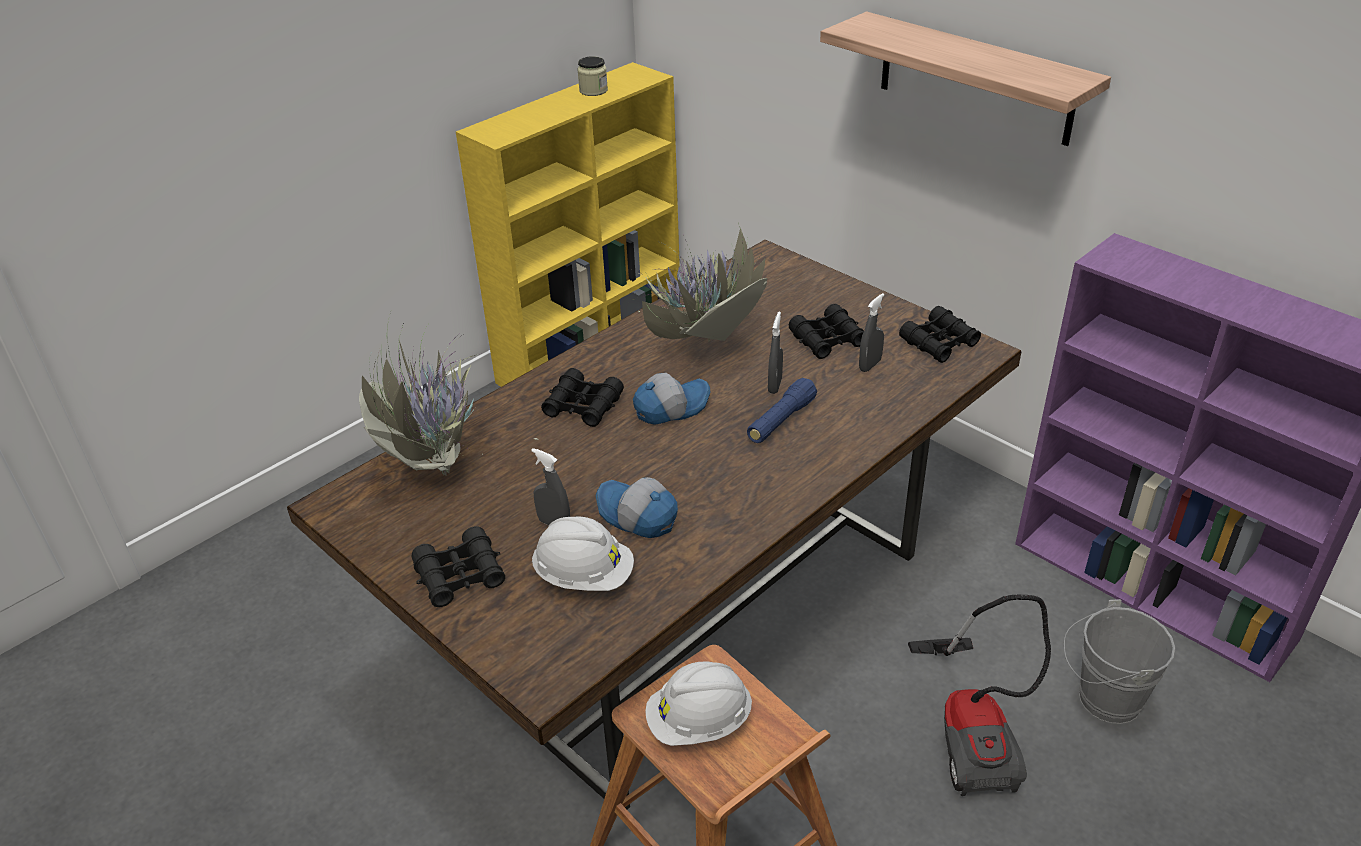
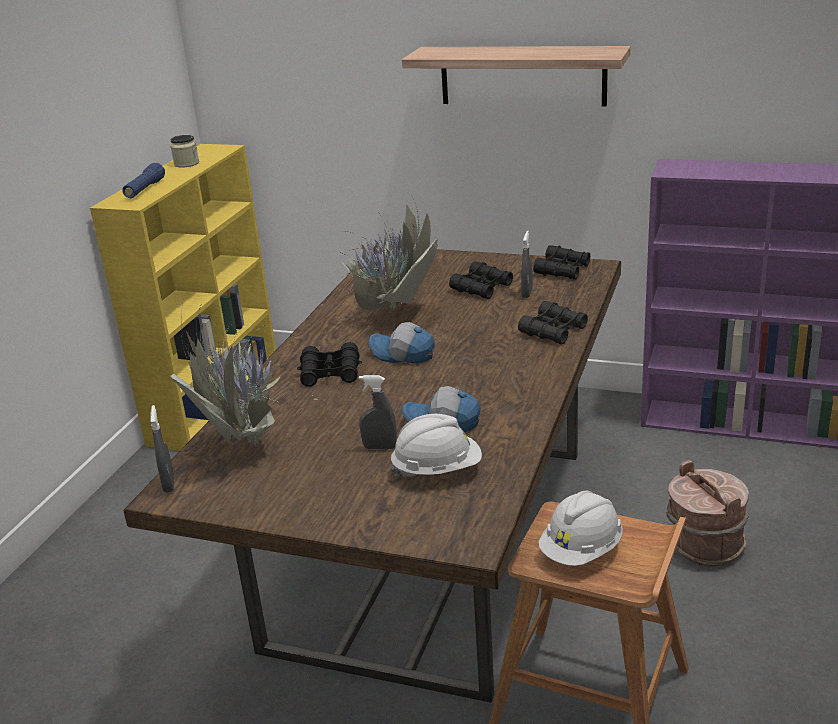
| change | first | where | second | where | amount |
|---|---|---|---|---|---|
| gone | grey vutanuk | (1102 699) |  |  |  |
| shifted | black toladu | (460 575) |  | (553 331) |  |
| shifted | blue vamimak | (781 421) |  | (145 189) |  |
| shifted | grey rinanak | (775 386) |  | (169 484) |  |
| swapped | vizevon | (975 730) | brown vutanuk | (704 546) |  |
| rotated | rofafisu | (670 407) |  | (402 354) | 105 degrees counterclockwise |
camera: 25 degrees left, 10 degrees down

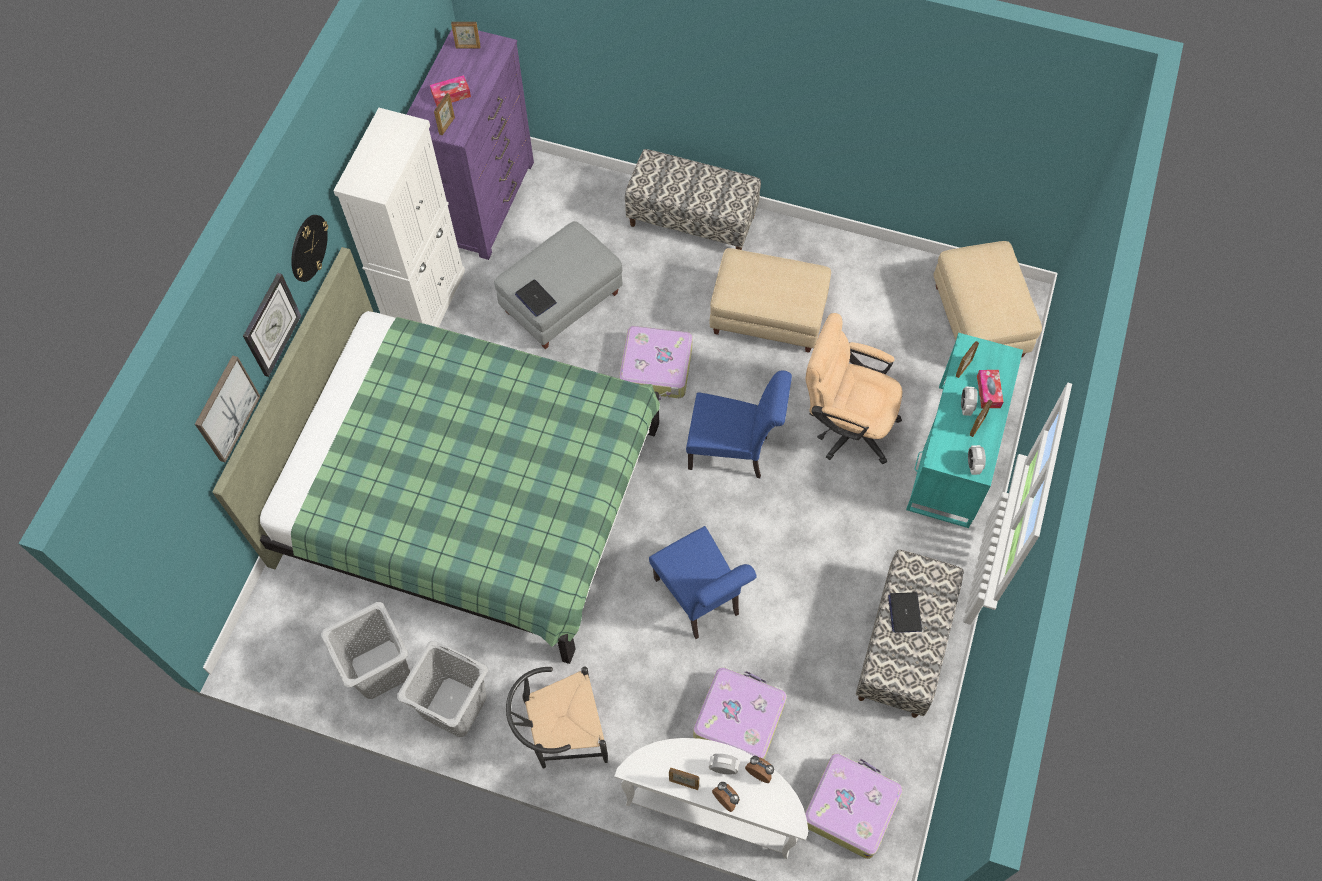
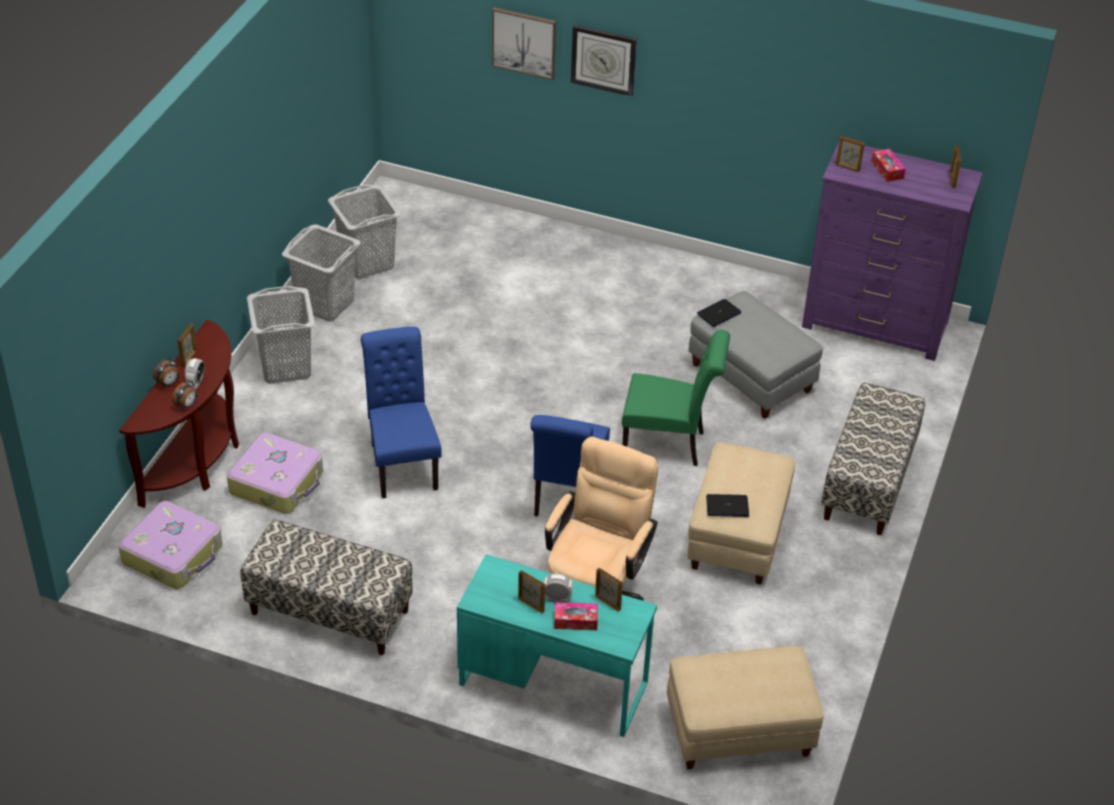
| change | first | where | second | where | amount |
|---|---|---|---|---|---|
| gone | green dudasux | (470 495) |  |  |  |
| gone | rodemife | (308 248) |  |  |  |
| gone | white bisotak | (426 301) |  |  |  |
| gone | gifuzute | (973 465) |  |  |  |
| shifted | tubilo | (904 612) |  | (727 506) |  |
| swapped | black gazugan | (561 735) | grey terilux | (286 366) |  |
| swapped | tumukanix | (656 369) | green gazugan | (669 444) |  |
| repainted | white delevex | (713 807) | brown delevex | (197 460) |  |
| rotated | blue gazugan | (700 600) |  | (402 463) | 105 degrees clockwise |
camera: 90 degrees right, 20 degrees down

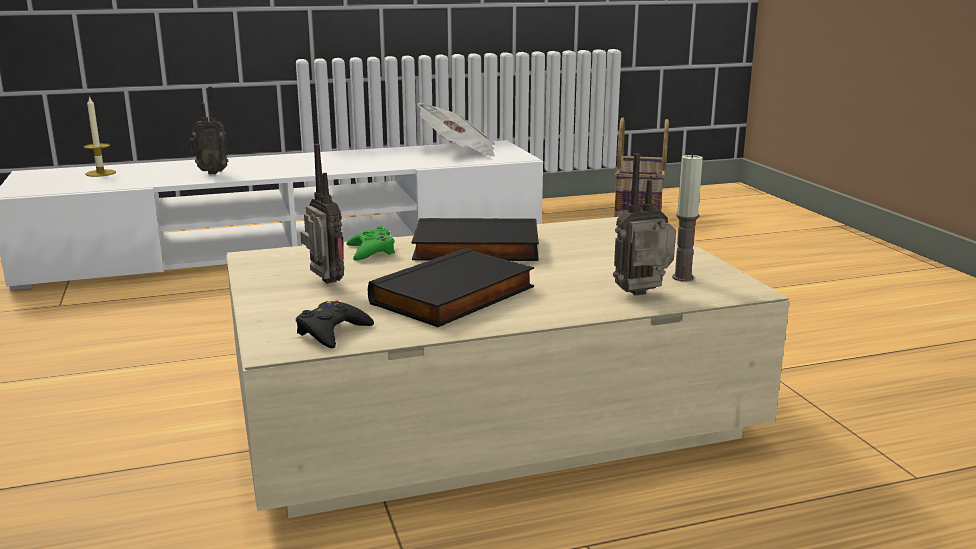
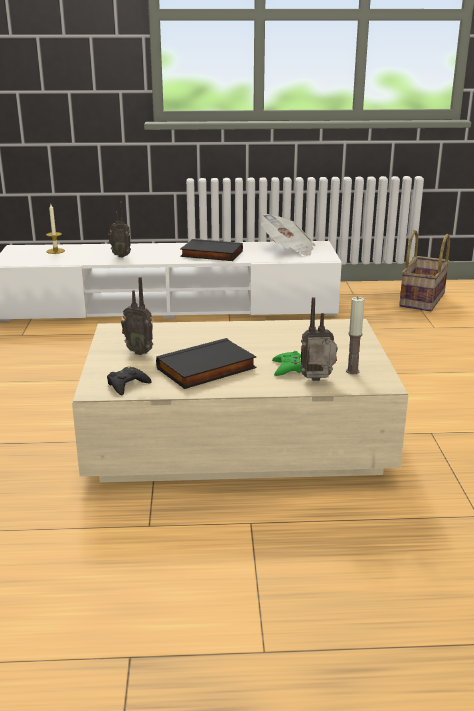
| change | first | where | second | where | amount |
|---|---|---|---|---|---|
| shifted | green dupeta | (371 251) |  | (287 368) |  |
| shifted | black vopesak | (475 249) |  | (211 254) |  |
| rotated | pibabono | (324 283) |  | (140 351) | 135 degrees clockwise |
camera: 15 degrees right, 5 degrees up

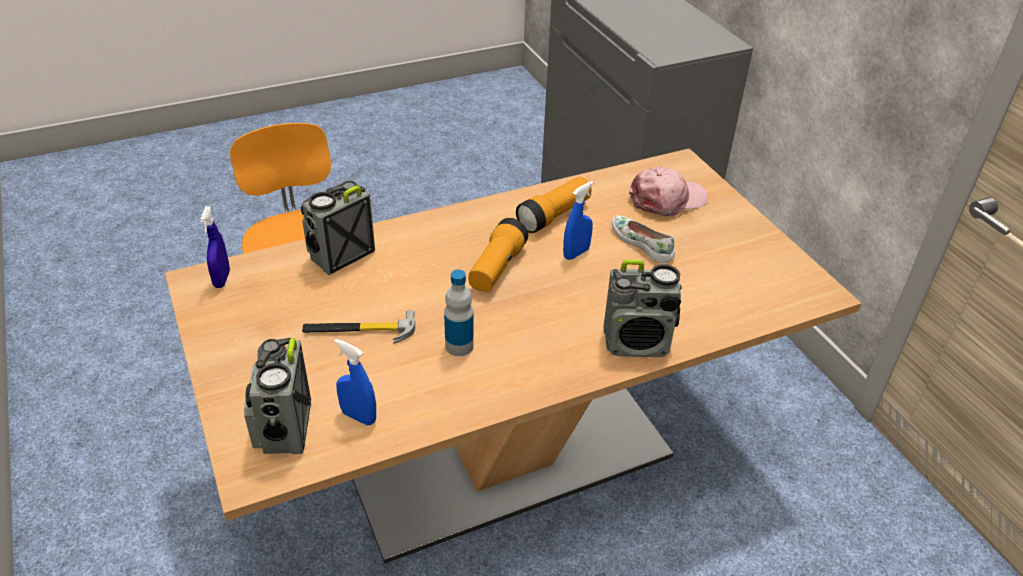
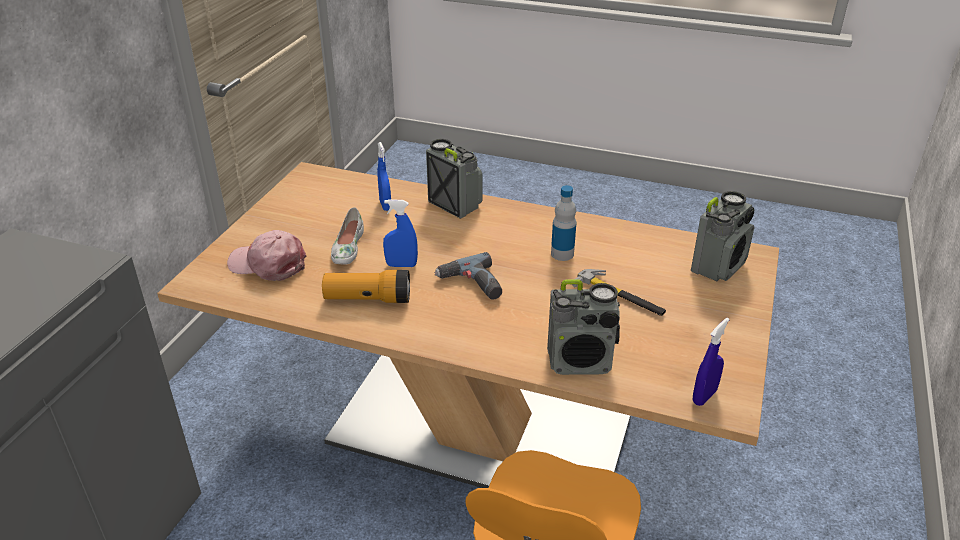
| change | first | where | second | where | amount |
|---|---|---|---|---|---|
| shifted | blue rinanak | (358 416) |  | (385 205) |  |
| swapped | vamimak | (497 268) | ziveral | (471 285) |  |
camera: 135 degrees left, 5 degrees down

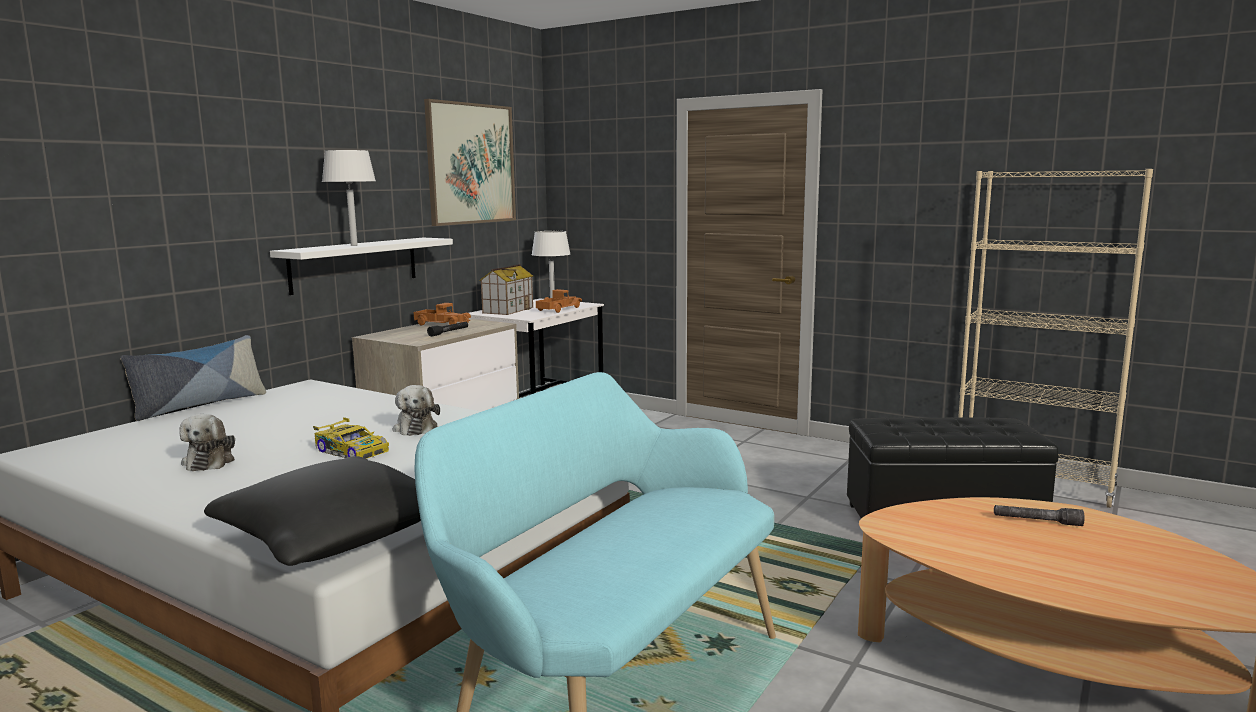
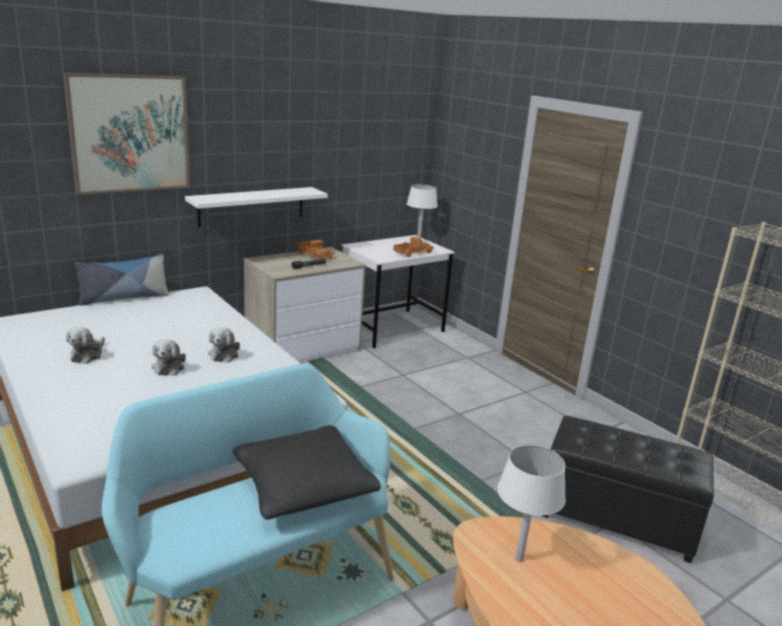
| change | first | where | second | where | amount |
|---|---|---|---|---|---|
| gone | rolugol | (508 310) |  |  |  |
| gone | grey vamimak | (1036 521) |  |  |  |
| shifted | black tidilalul | (333 537) |  | (303 486) |  |
| shifted | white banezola | (354 245) |  | (519 559) |  |
| shifted | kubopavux | (471 164) |  | (130 134) |  |
| swapped | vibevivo | (351 451) | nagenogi | (169 367) |  |
camera: 20 degrees right, 10 degrees up

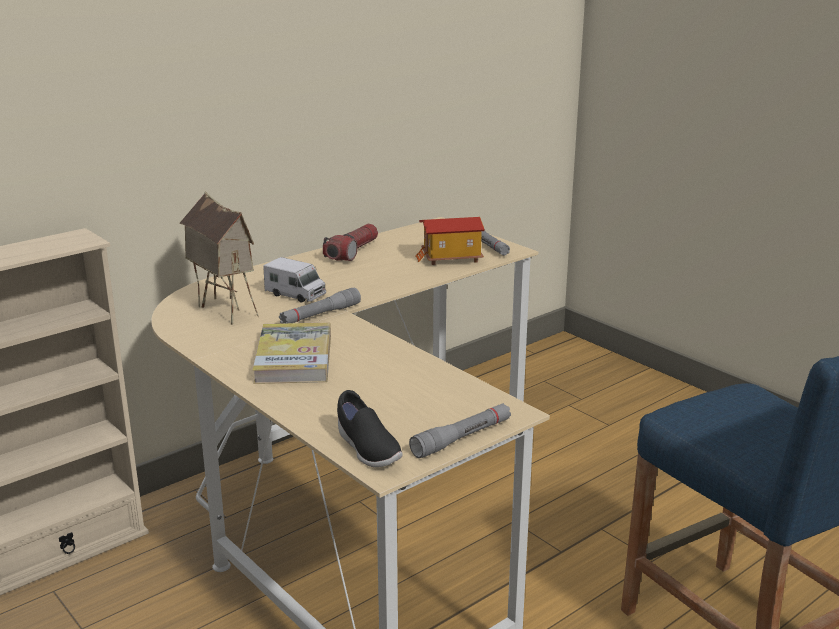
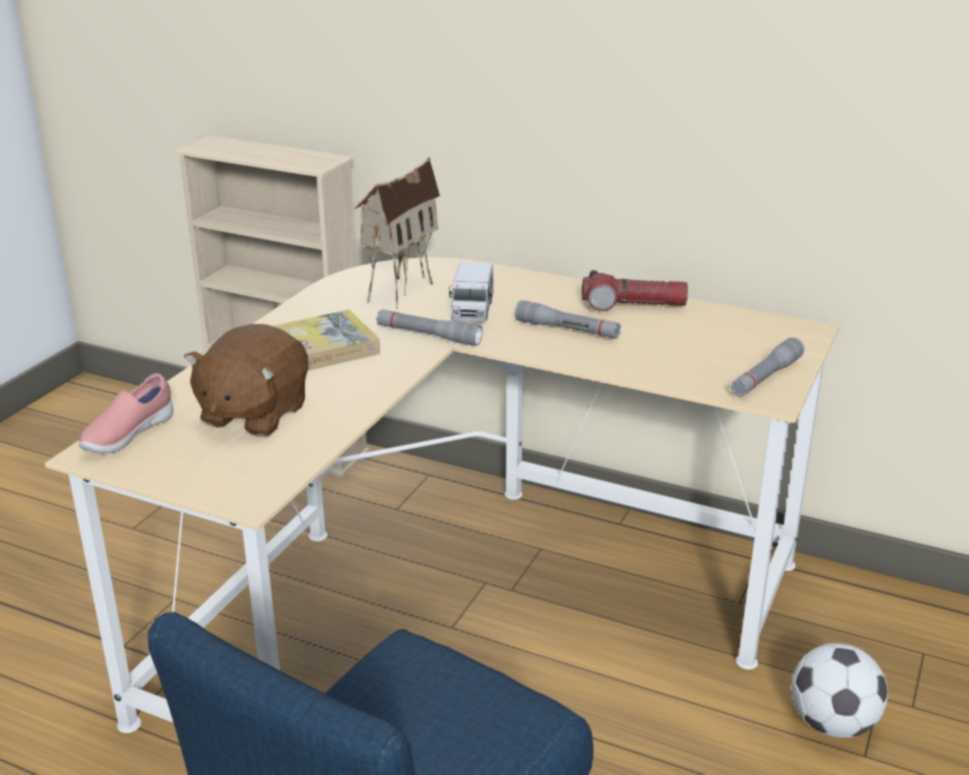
| change | first | where | second | where | amount |
|---|---|---|---|---|---|
| gone | rolugol | (451 258) |  |  |  |
| new |  |  | brown nagenogi | (253 414) |  |
| new |  |  | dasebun | (832 724) |  |
| shifted | grey vamimak | (462 438) |  | (567 330) |  |
| repainted | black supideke | (367 449) | pink supideke | (127 435) |  |
camera: 65 degrees right, 5 degrees up

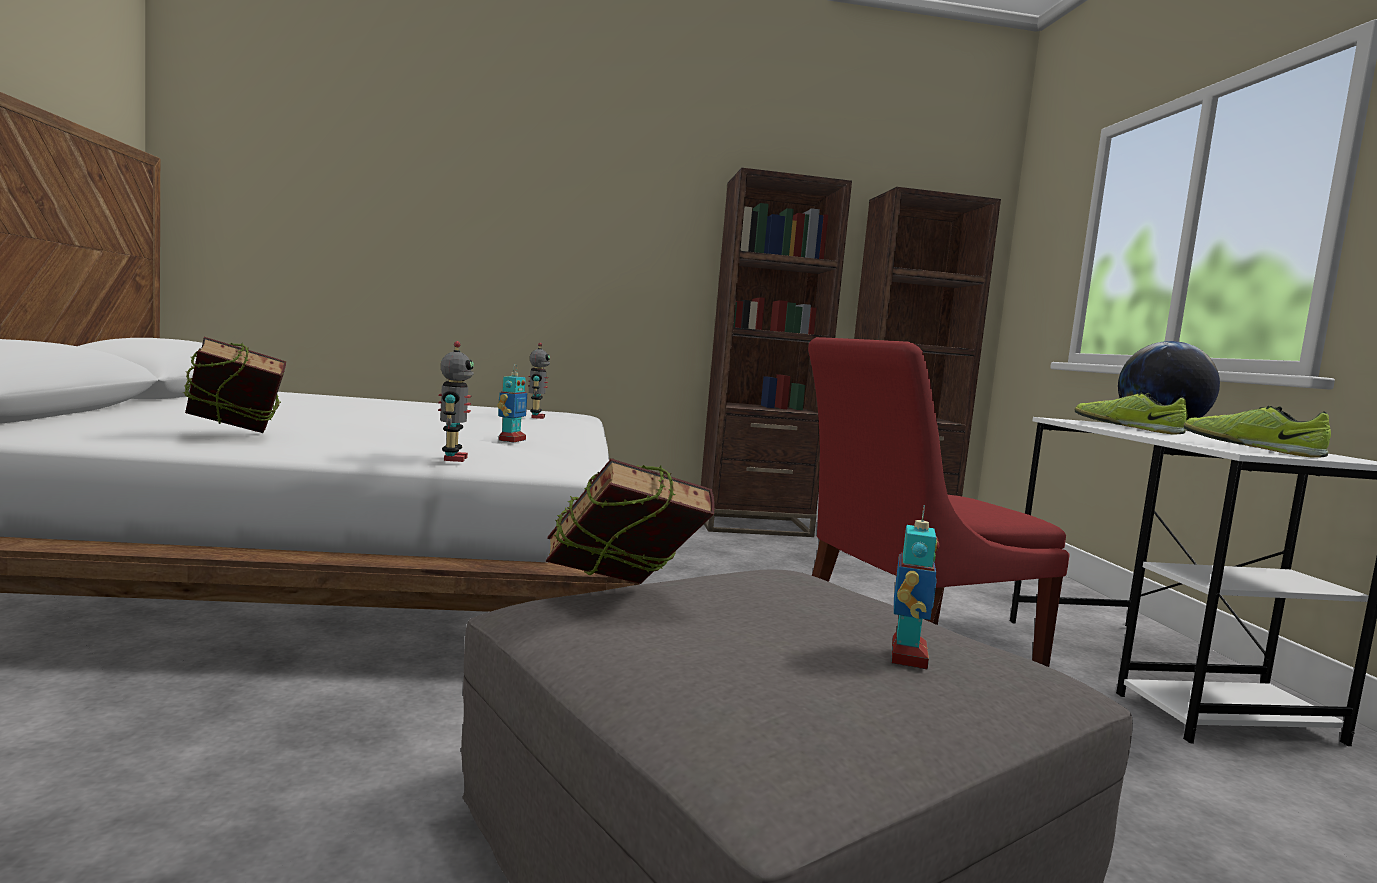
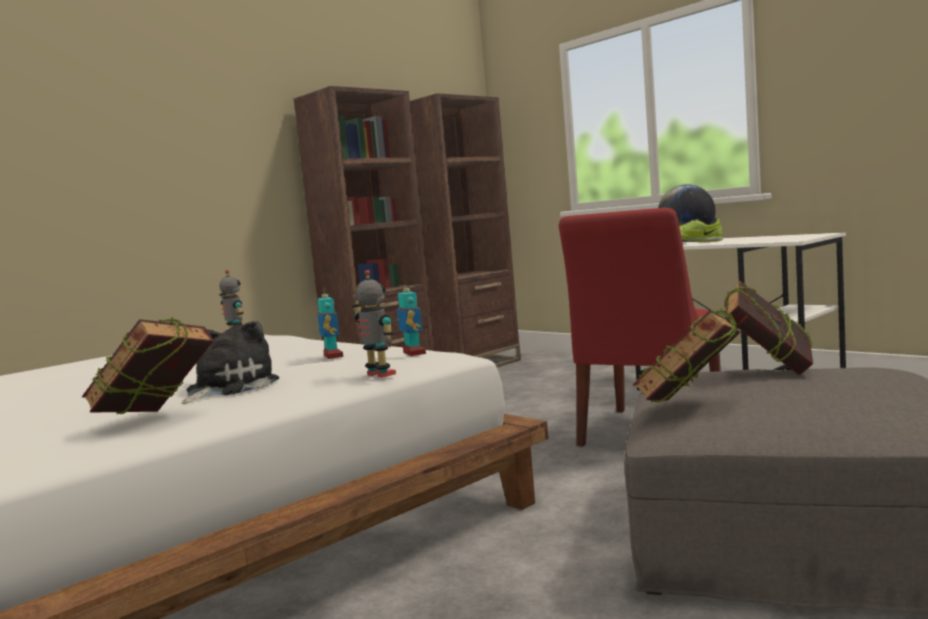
| change | first | where | second | where | amount |
|---|---|---|---|---|---|
| gone | supideke | (1251 449) |  |  |  |
| new |  |  | nagenogi | (227 388) |  |
| new |  |  | vopesak | (770 370) |  |
| shifted | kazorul | (907 657) |  | (413 353) |  |
camera: 35 degrees left, 0 degrees up

